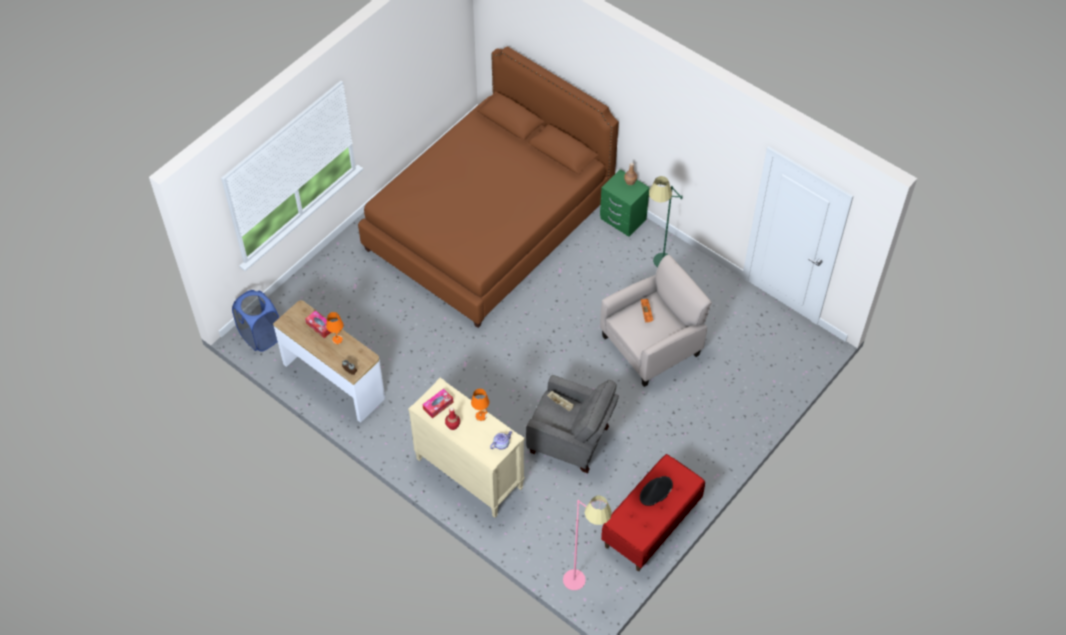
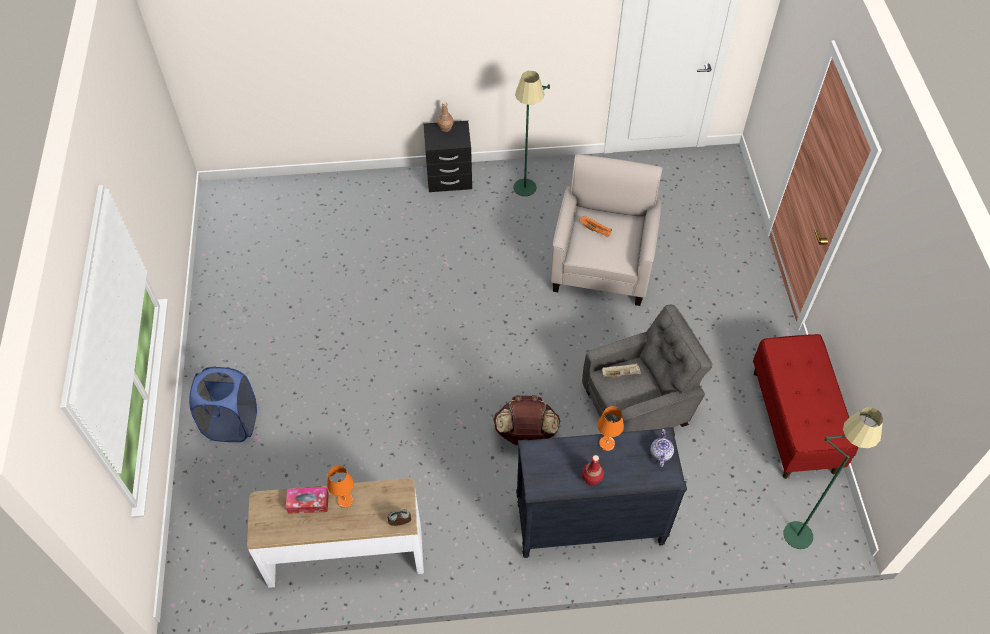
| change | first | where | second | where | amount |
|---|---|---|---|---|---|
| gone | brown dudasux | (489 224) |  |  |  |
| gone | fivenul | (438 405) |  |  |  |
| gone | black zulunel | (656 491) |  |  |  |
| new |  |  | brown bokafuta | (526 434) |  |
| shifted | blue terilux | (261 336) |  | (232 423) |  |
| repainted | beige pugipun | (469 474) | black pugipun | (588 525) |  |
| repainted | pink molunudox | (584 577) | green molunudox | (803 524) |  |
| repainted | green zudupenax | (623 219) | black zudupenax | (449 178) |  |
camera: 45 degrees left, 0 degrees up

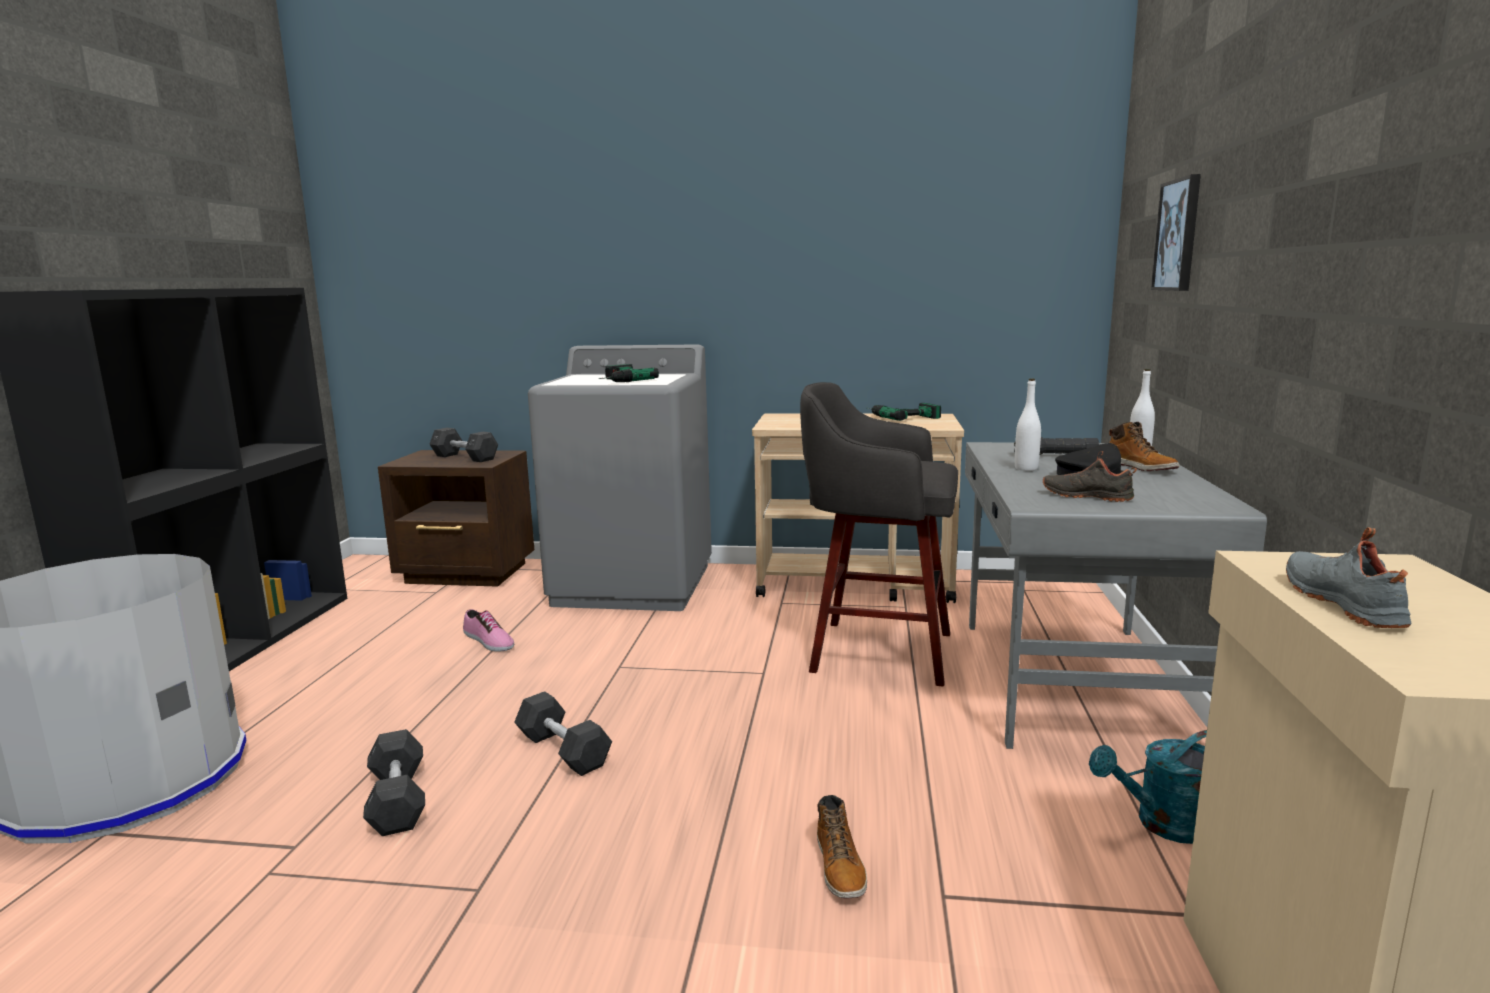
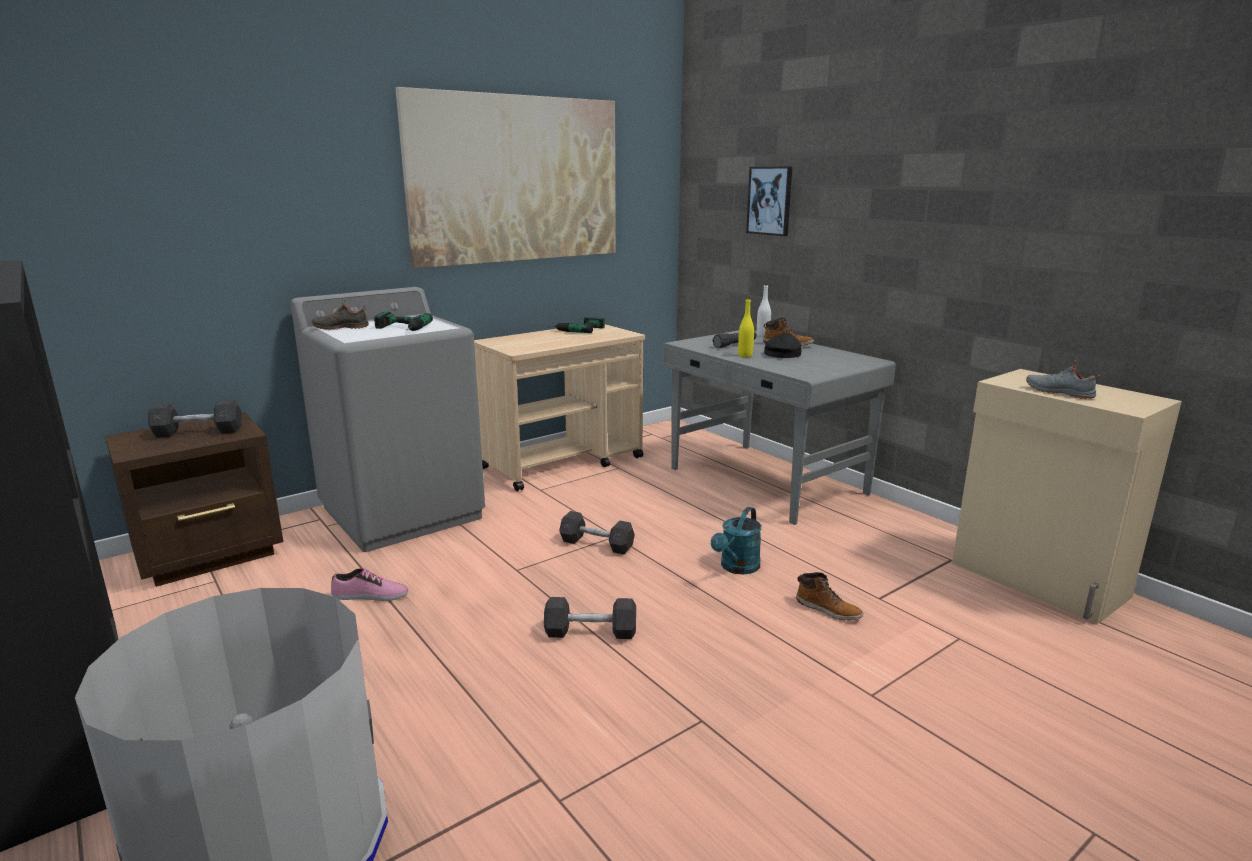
| change | first | where | second | where | amount |
|---|---|---|---|---|---|
| gone | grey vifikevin | (876 651) |  |  |  |
| new |  |  | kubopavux | (517 180) |  |
| shifted | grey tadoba | (397 800) |  | (596 544) |  |
| shifted | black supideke | (1087 496) |  | (340 328) |  |
| shifted | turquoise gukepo | (1163 825) |  | (737 568) |  |
| repainted | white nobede | (1026 468) | yellow nobede | (745 355) |  |
camera: 45 degrees left, 5 degrees up

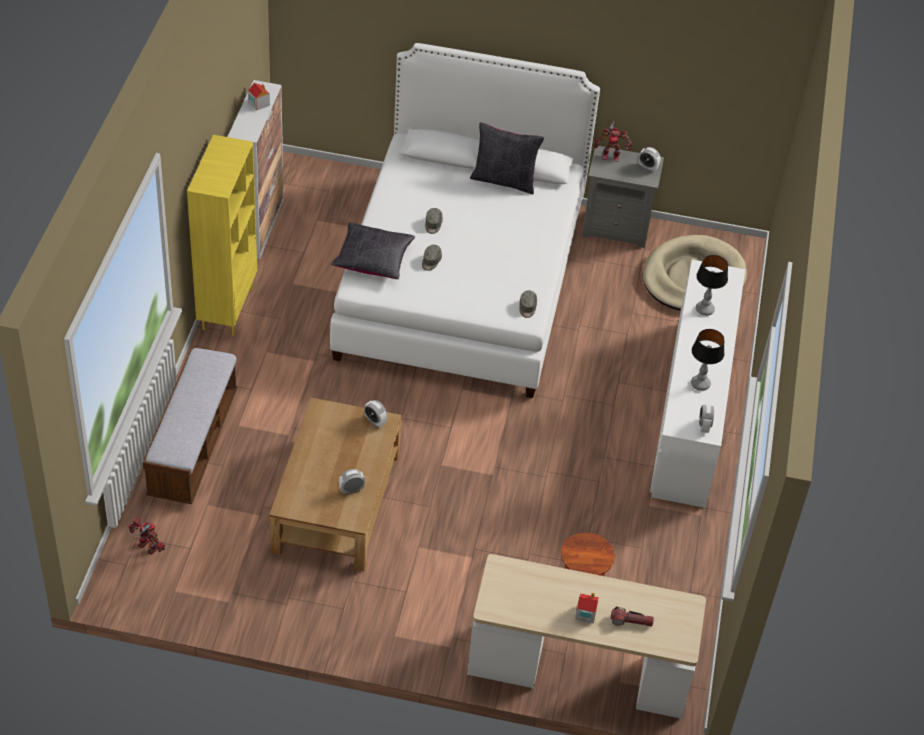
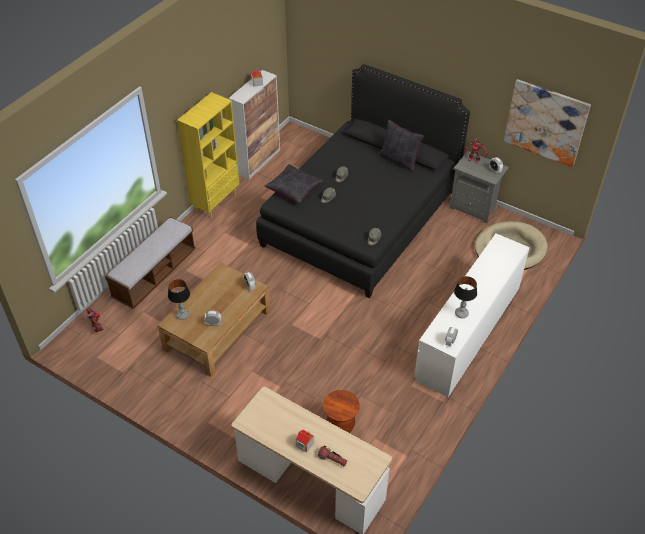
| change | first | where | second | where | amount |
|---|---|---|---|---|---|
| new |  |  | kubopavux | (545 123) |  |
| shifted | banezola | (704 310) |  | (182 315) |  |
| repainted | white dudasux | (460 280) | black dudasux | (360 217) |  |
camera: 25 degrees right, 0 degrees up

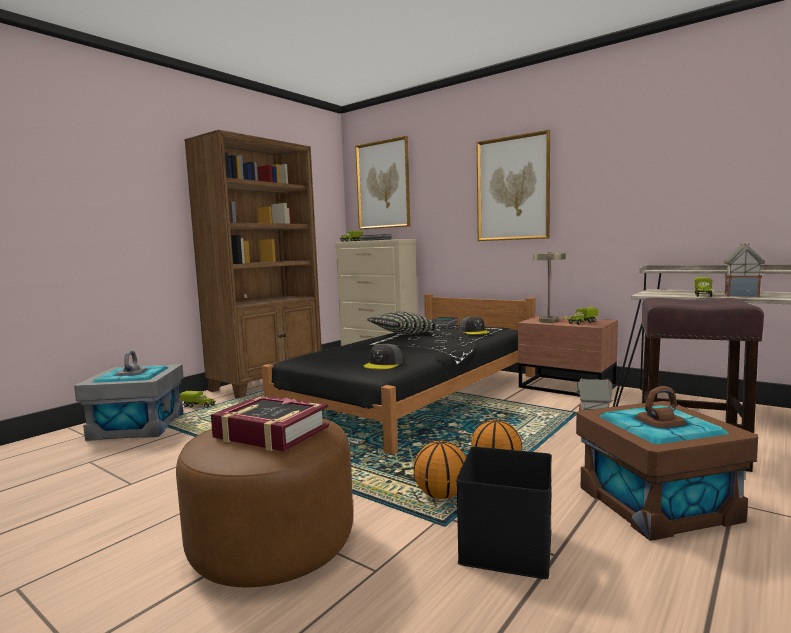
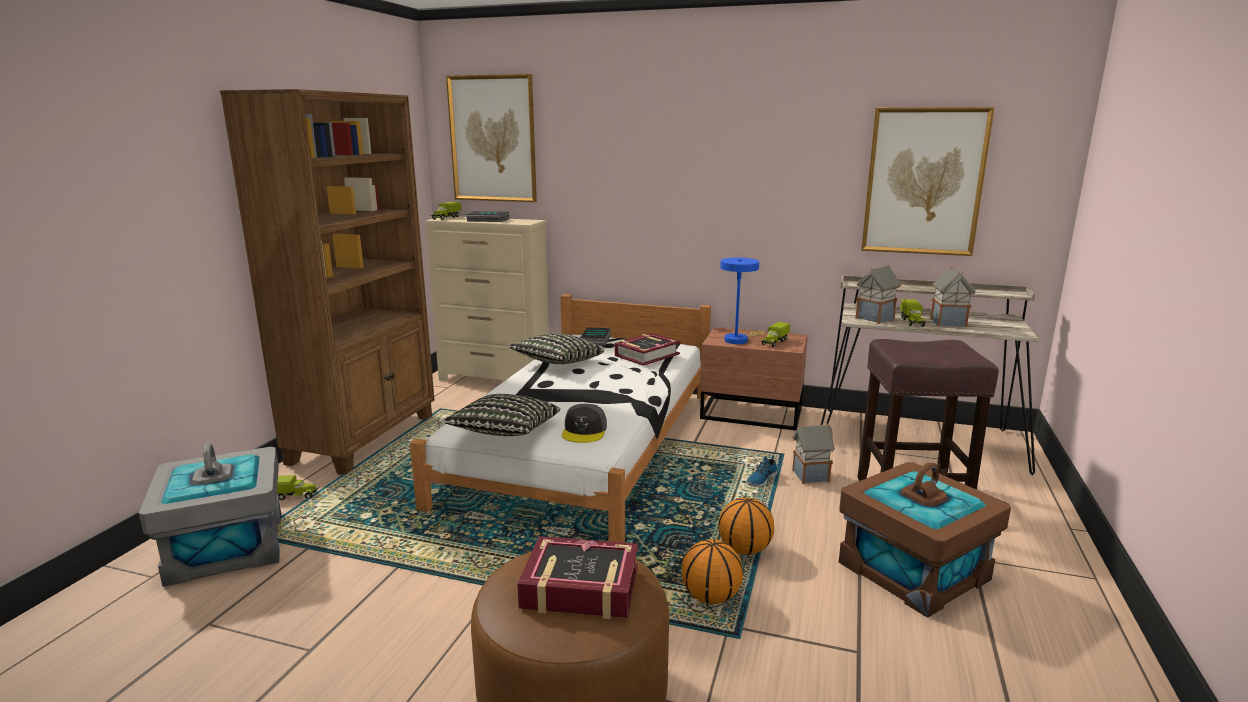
| change | first | where | second | where | amount |
|---|---|---|---|---|---|
| gone | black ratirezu | (508 547) |  |  |  |
| new |  |  | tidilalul | (504 433) |  |
| new |  |  | supideke | (761 479) |  |
| new |  |  | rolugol | (875 318) |  |
| shifted | kubopavux | (512 189) |  | (924 182) |  |
| swapped | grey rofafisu | (474 331) | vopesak | (646 355) |  |
| repainted | black dudasux | (416 395) | white dudasux | (586 444) |  |
| repainted | beige banezola | (551 321) | blue banezola | (738 340) |  |
camera: 20 degrees left, 10 degrees up

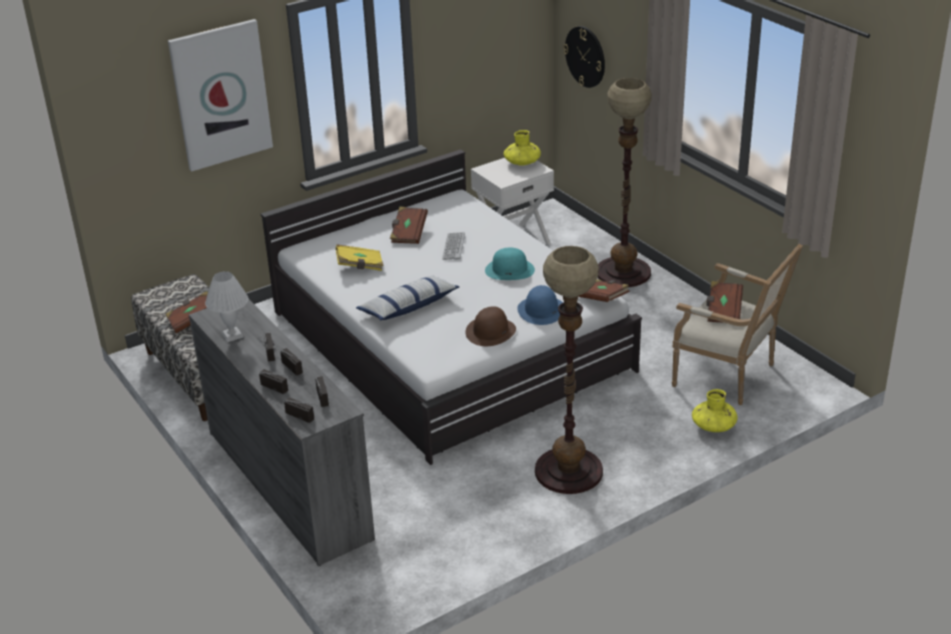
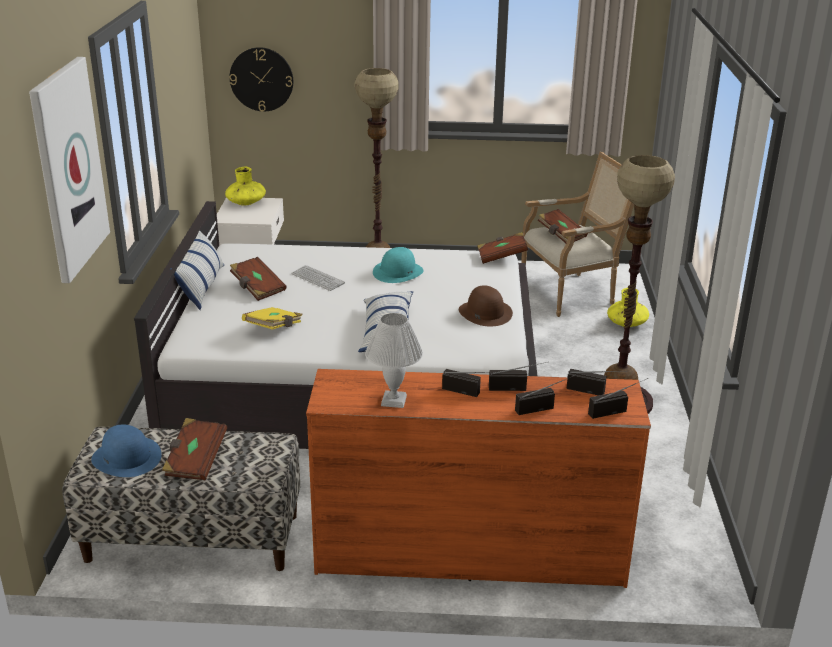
| change | first | where | second | where | amount |
|---|---|---|---|---|---|
| new |  |  | tidilalul | (201 286) |  |
| shifted | blue zulunel | (541 310) |  | (127 457) |  |
| repainted | grey pugipun | (289 483) | orange pugipun | (468 554) |  |
camera: 55 degrees left, 5 degrees down

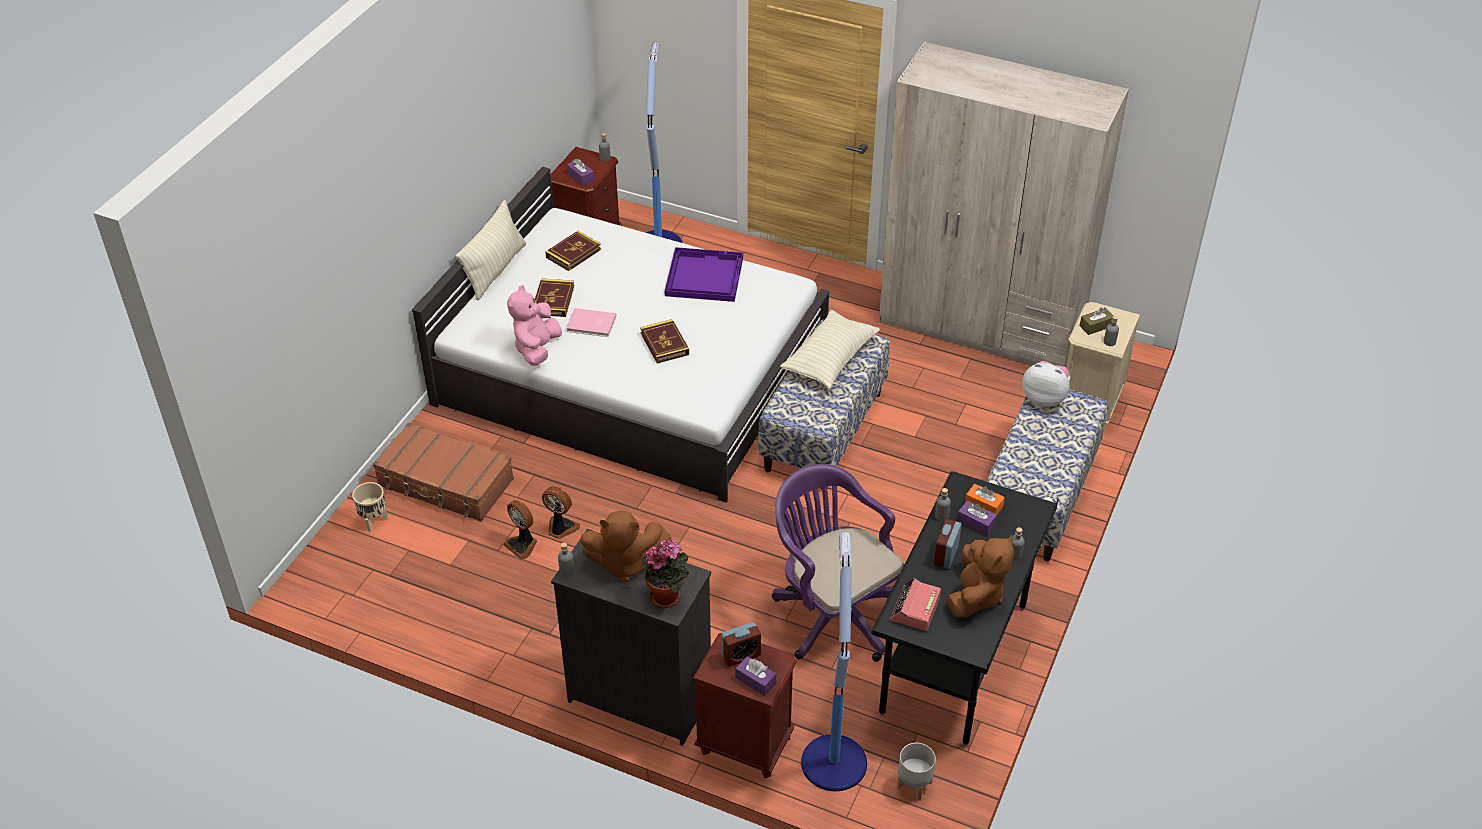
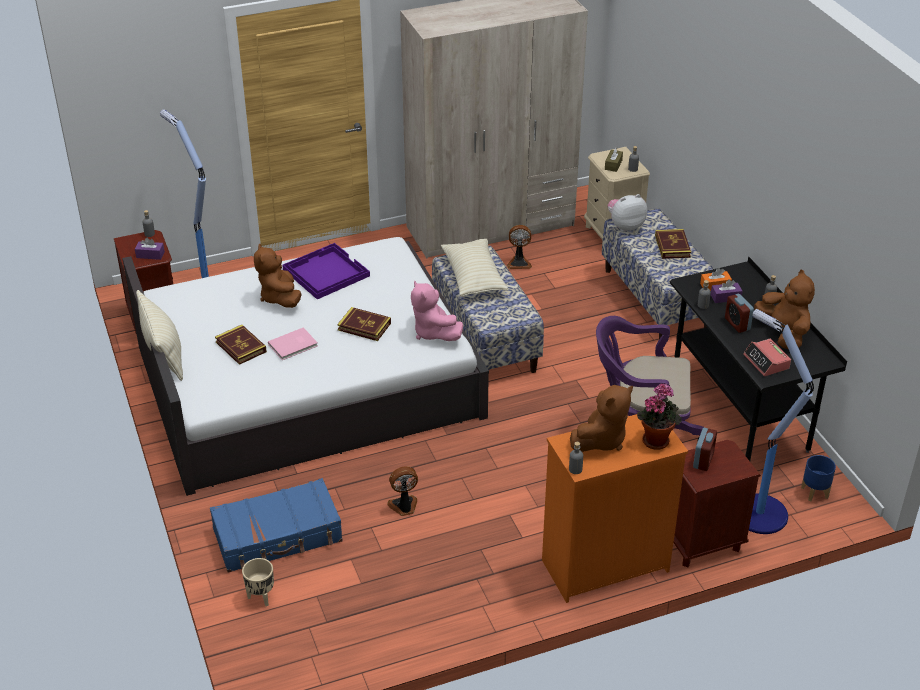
| change | first | where | second | where | amount |
|---|---|---|---|---|---|
| gone | purple fivenul | (755 680) |  |  |  |
| new |  |  | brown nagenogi | (279 297) |  |
| shifted | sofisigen | (522 545) |  | (519 263) |  |
| shifted | pink nagenogi | (537 348) |  | (433 332) |  |
| shifted | vopesak | (573 253) |  | (672 246) |  |
| repainted | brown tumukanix | (445 483) | blue tumukanix | (278 536) |  |
| repainted | black pugipun | (639 697) | orange pugipun | (603 565) |  |
| repainted | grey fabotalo | (913 785) | blue fabotalo | (815 493) |  |
camera: 45 degrees left, 5 degrees down

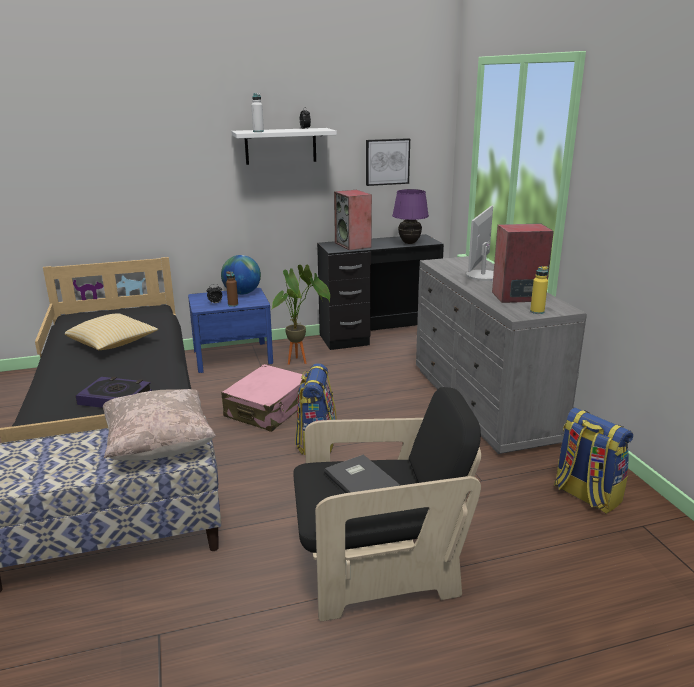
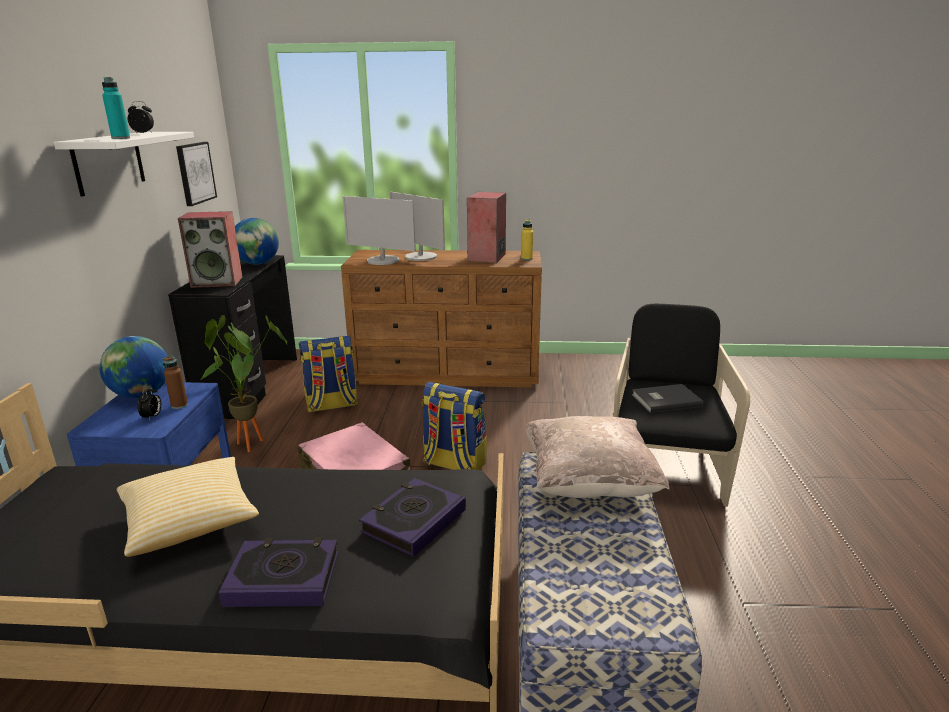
| change | first | where | second | where | amount |
|---|---|---|---|---|---|
| new |  |  | vopesak | (283 579) |  |
| new |  |  | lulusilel | (383 261) |  |
| shifted | bokafuta | (586 495) |  | (331 405) |  |
| swapped | purple banezola | (409 243) | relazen | (258 264) |  |
| repainted | white nobede | (258 131) | turquoise nobede | (121 138) |  |
| repainted | grey pugipun | (483 403) | brown pugipun | (448 373) |  |
camera: 70 degrees left, 0 degrees up

